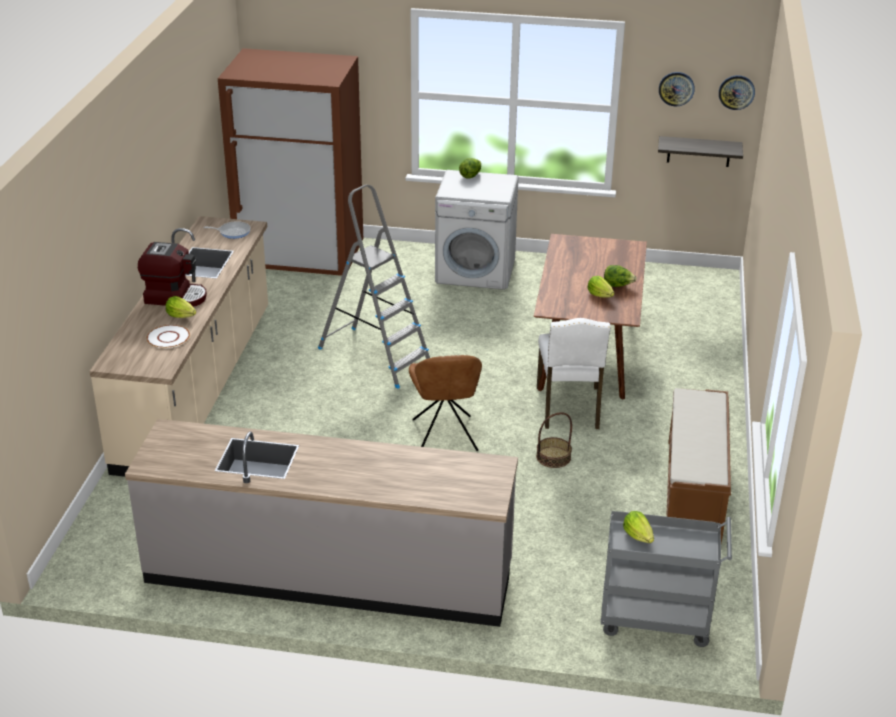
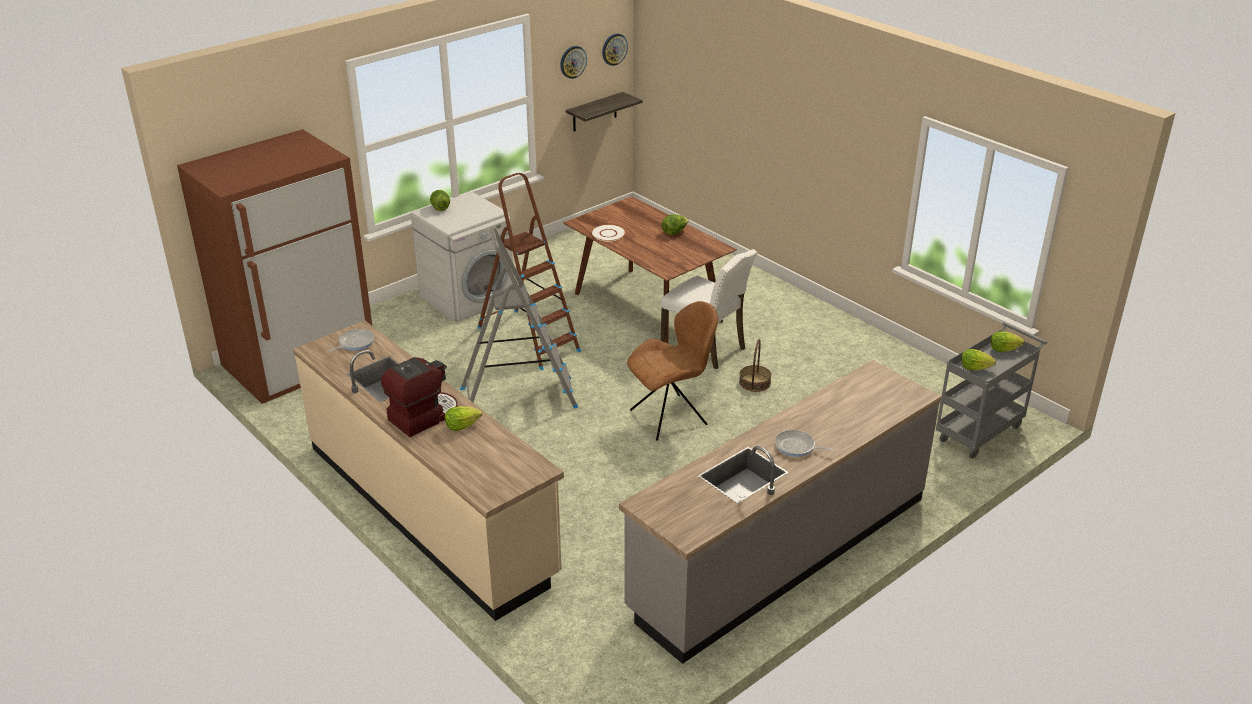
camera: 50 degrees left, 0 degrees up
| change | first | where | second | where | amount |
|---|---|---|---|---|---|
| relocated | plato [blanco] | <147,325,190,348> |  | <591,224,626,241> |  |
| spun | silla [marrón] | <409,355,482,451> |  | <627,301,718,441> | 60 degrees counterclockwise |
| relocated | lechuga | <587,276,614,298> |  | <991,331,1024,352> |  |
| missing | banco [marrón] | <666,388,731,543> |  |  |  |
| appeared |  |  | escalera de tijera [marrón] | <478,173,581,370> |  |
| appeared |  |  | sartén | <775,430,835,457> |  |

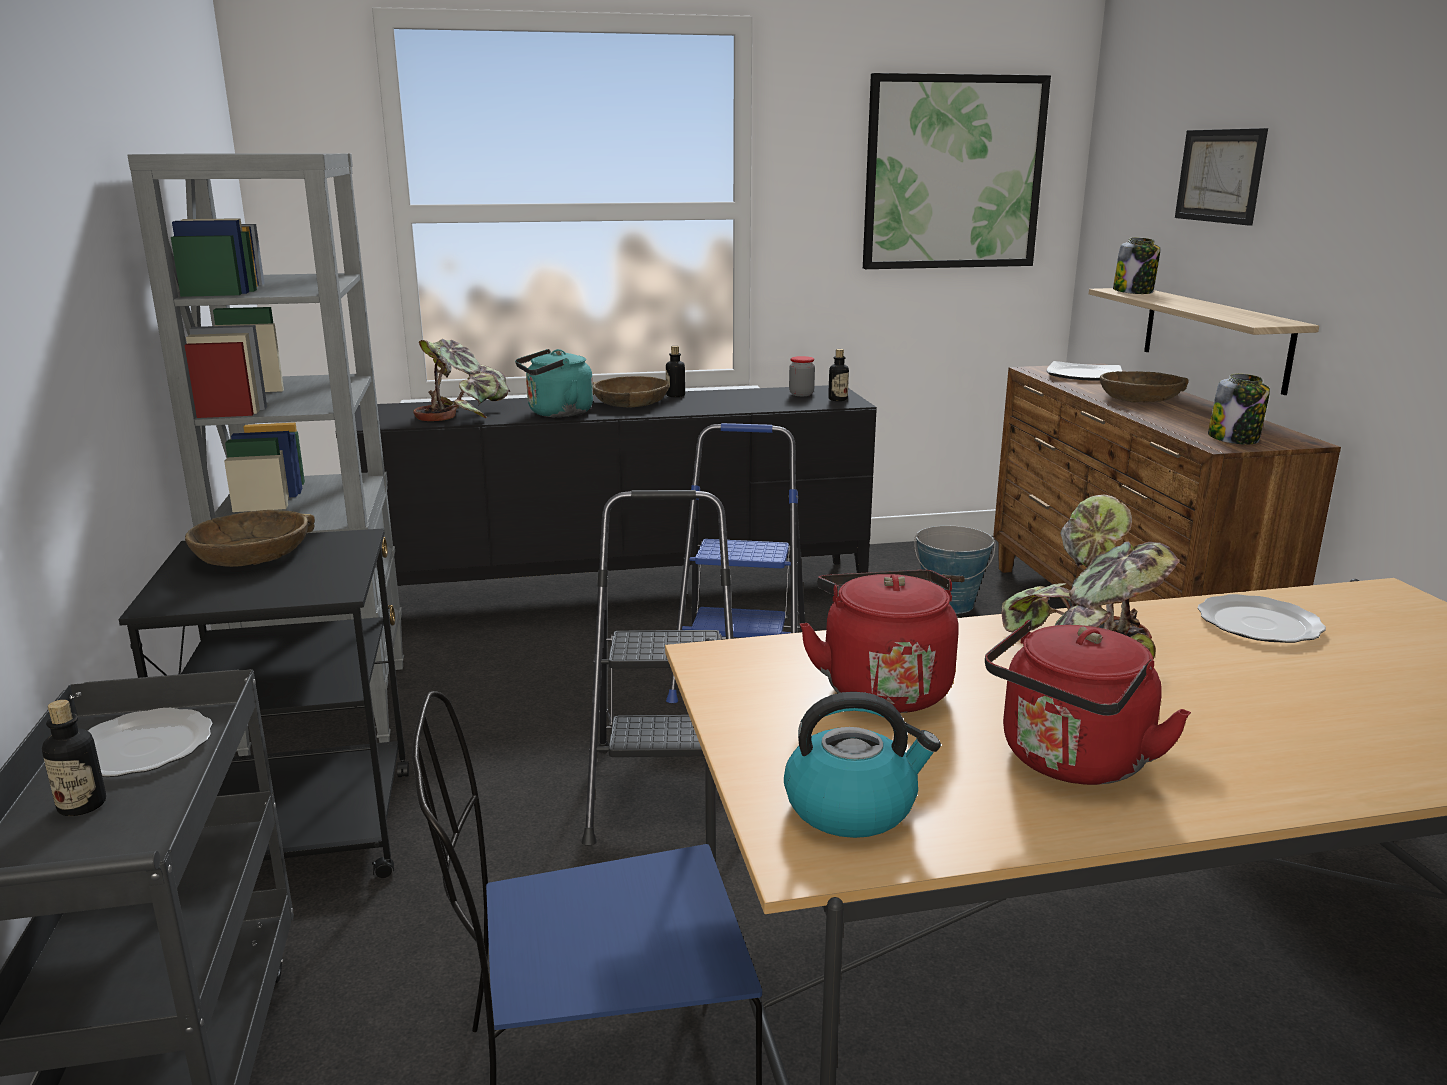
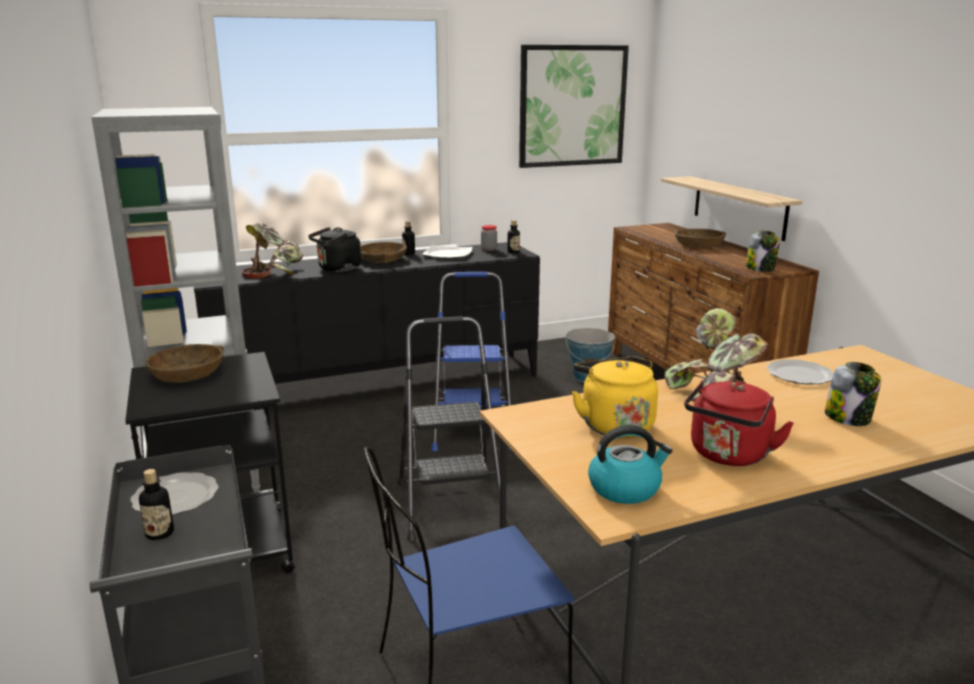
camera: 10 degrees left, 0 degrees up
| change | first | where | second | where | amount |
|---|---|---|---|---|---|
| colour | hervidor [turquesa] | <515,349,593,418> | hervidor [negro] | <308,227,361,272> |  |
| colour | hervidor [rojo] | <800,570,959,713> | hervidor [amarillo] | <572,357,658,438> |  |
| relocated | plato | <1047,361,1122,381> |  | <422,245,473,259> |  |
| relocated | tarro | <1113,238,1160,294> |  | <825,362,881,426> |  |
| missing | cuadro | <1175,128,1268,226> |  |  |  |

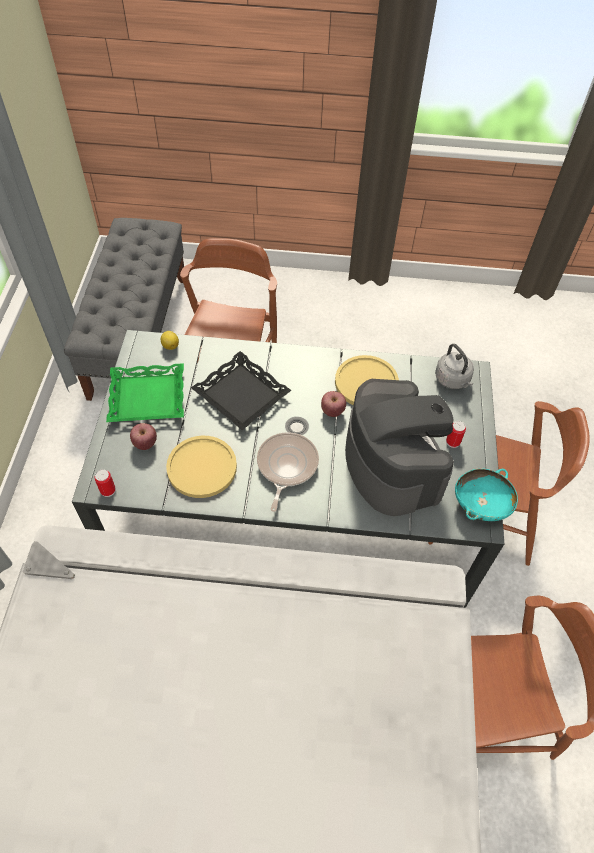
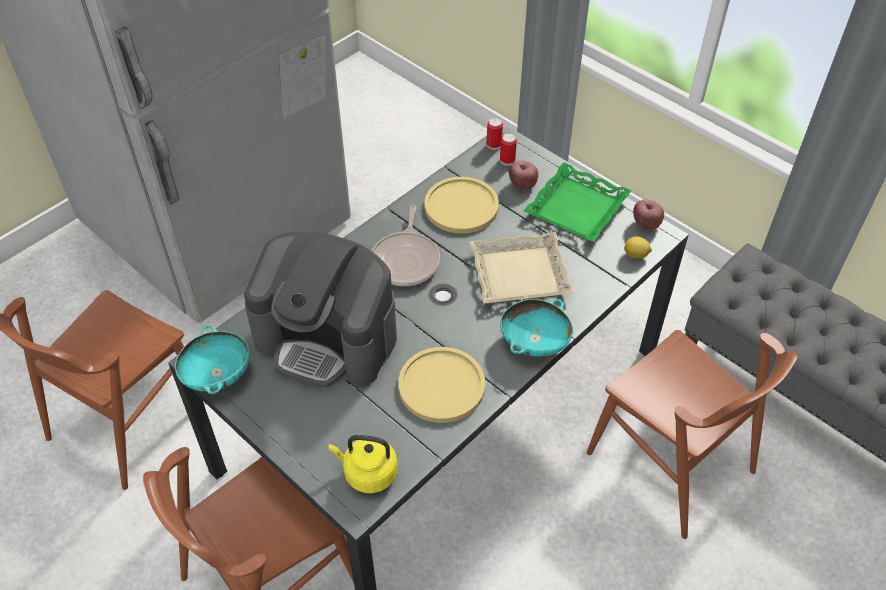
camera: 130 degrees right, 5 degrees down
| change | first | where | second | where | amount |
|---|---|---|---|---|---|
| colour | bandeja [negro] | <191,351,291,430> | bandeja [beis] | <470,232,574,304> |  |
| spun | sartén | <257,432,319,512> |  | <372,205,440,286> | 45 degrees clockwise |
| relocated | manzana | <321,391,346,417> |  | <633,199,664,230> |  |
| colour | hervidor [gris] | <435,344,474,389> | hervidor [amarillo] | <329,435,397,493> |  |
| relocated | lata | <446,421,466,448> |  | <500,133,517,166> |  |
| appeared |  |  | cuenco [turquesa] | <500,299,573,357> |  |

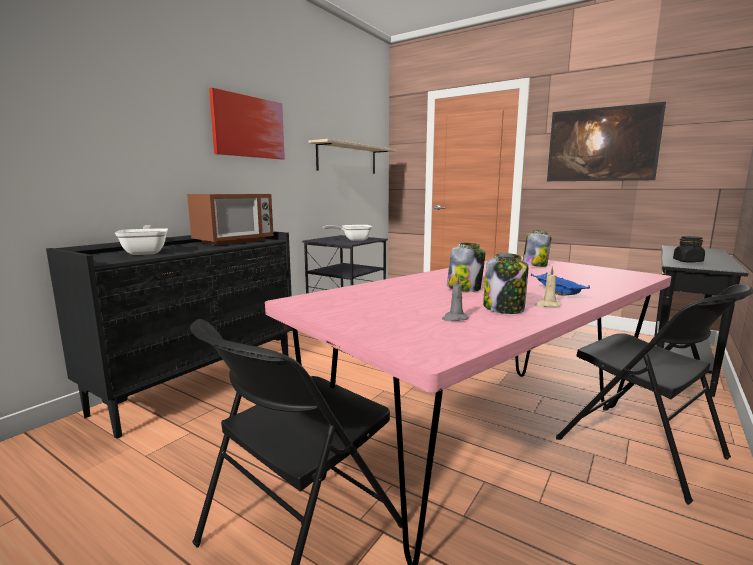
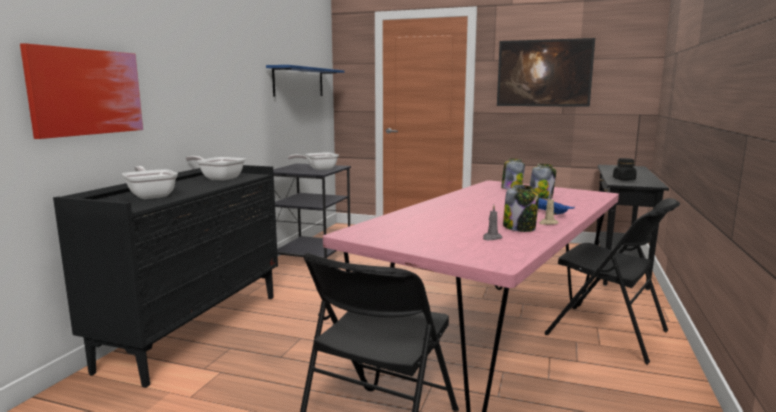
camera: 15 degrees left, 0 degrees up
| change | first | where | second | where | amount |
|---|---|---|---|---|---|
| exchanged | microondas | <187,194,273,245> | sartén | <186,156,245,181> |  |
| relocated | cuadro | <209,88,285,159> |  | <20,43,143,139> |  |
| colour | estante [beis] | <309,139,396,174> | estante [azul] | <266,65,344,96> |  |
| relocated | tarro | <447,242,485,292> |  | <530,164,556,199> |  |

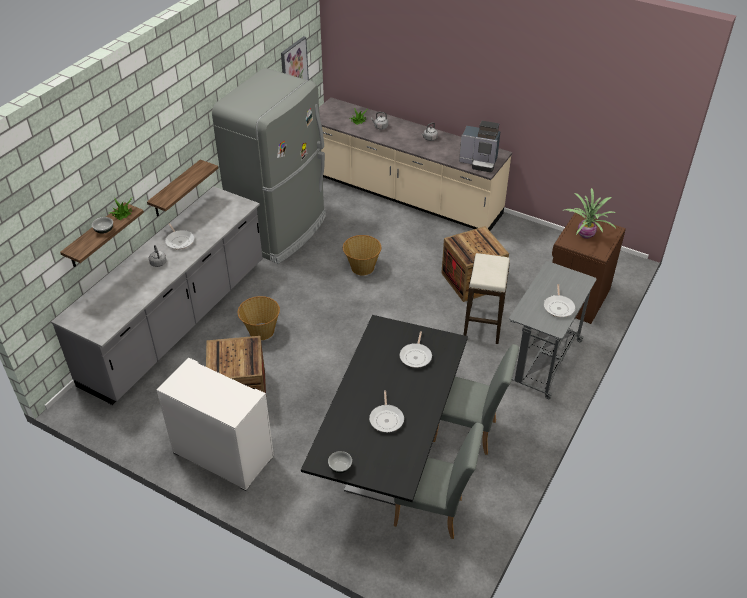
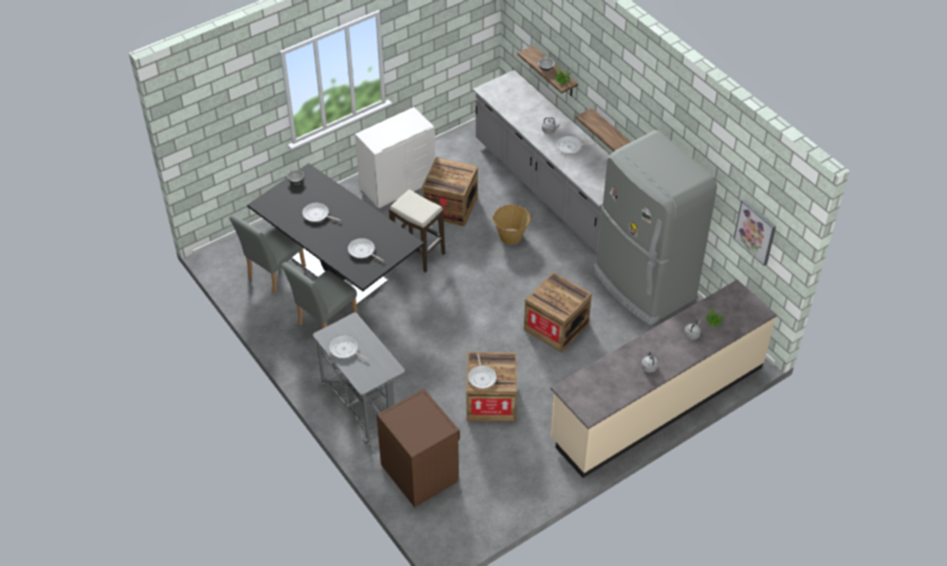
camera: 115 degrees right, 5 degrees up
| change | first | where | second | where | amount |
|---|---|---|---|---|---|
| exchanged | cesta | <343,235,381,275> | caja de embalaje | <524,272,592,352> |  |
| missing | cafetera | <459,121,501,172> |  |  |  |
| relocated | taburete | <464,253,510,344> |  | <389,190,445,273> |  |
| missing | planta en maceta | <563,188,617,239> |  |  |  |
| appeared |  |  | sartén | <468,354,497,388> |  |

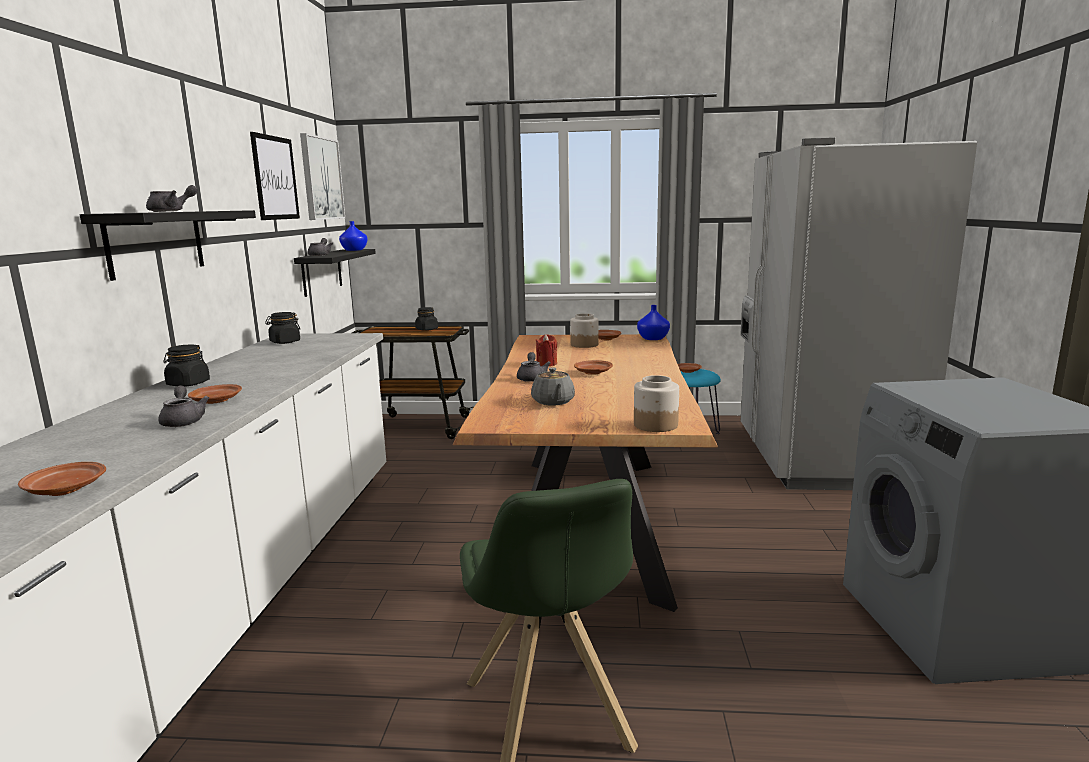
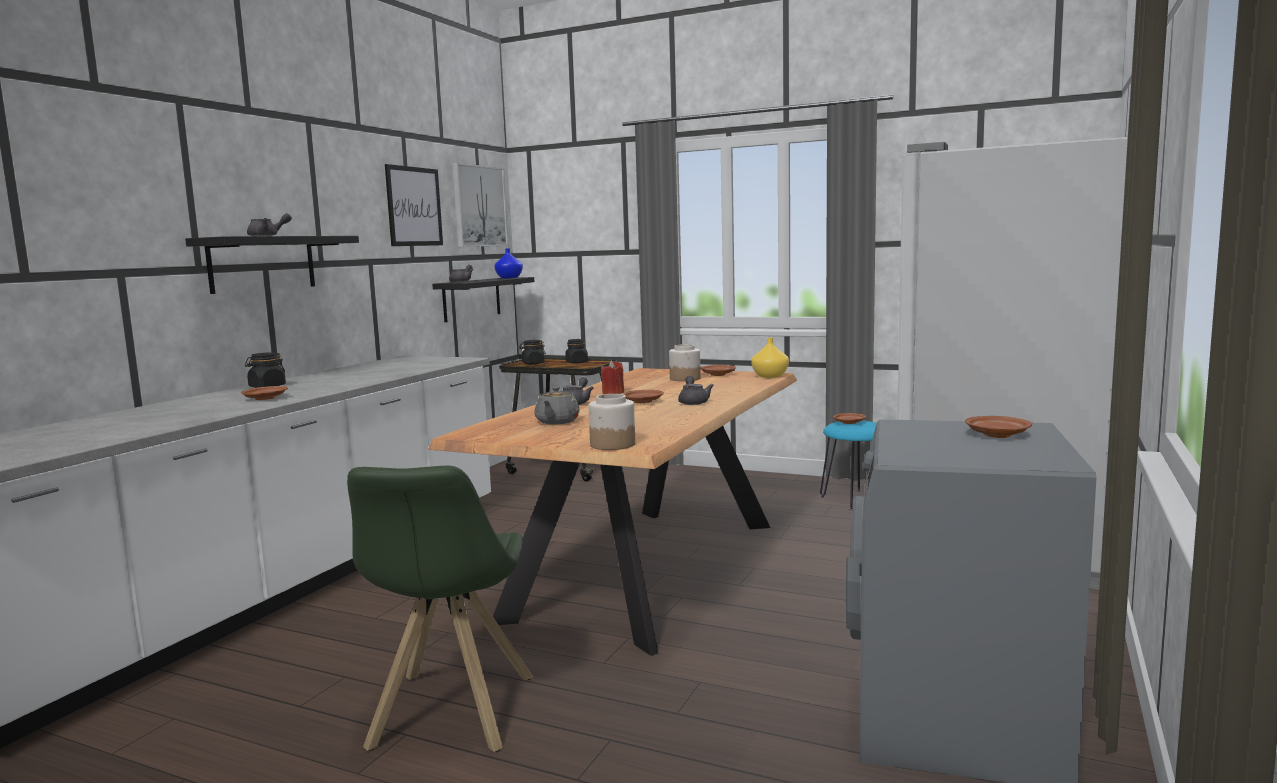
camera: 20 degrees right, 5 degrees down
| change | first | where | second | where | amount |
|---|---|---|---|---|---|
| relocated | plato [marrón] | <18,462,106,496> |  | <965,416,1032,438> |  |
| relocated | tetera [gris] | <158,386,209,427> |  | <678,376,714,405> |  |
| relocated | tarro [negro] | <265,312,300,344> |  | <519,340,546,365> |  |
| colour | florero [azul] | <637,305,670,340> | florero [amarillo] | <751,338,789,378> |  |

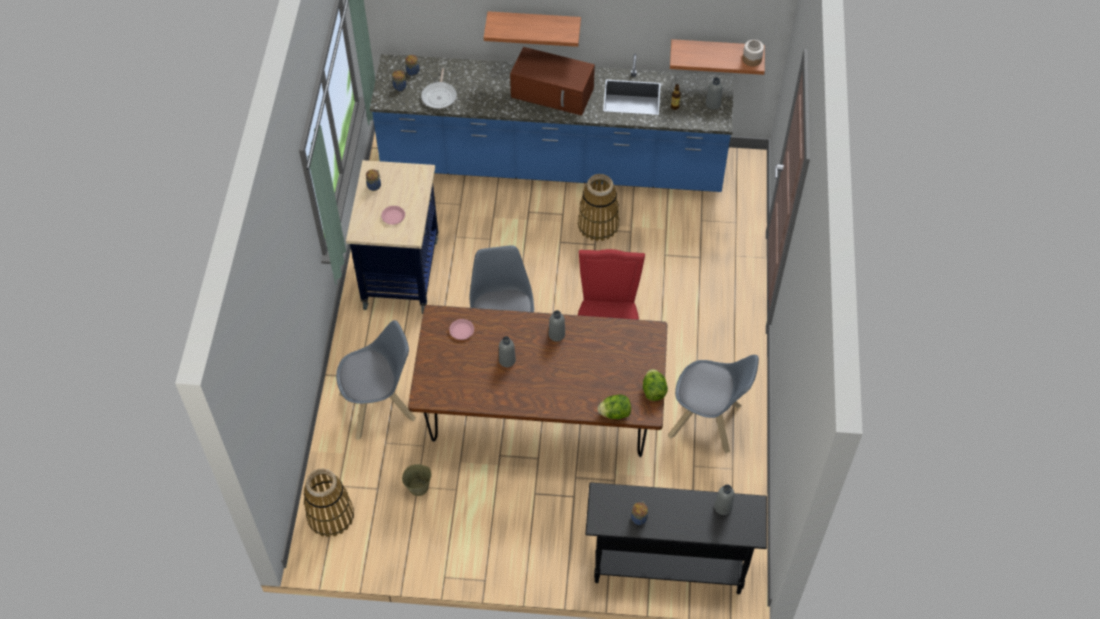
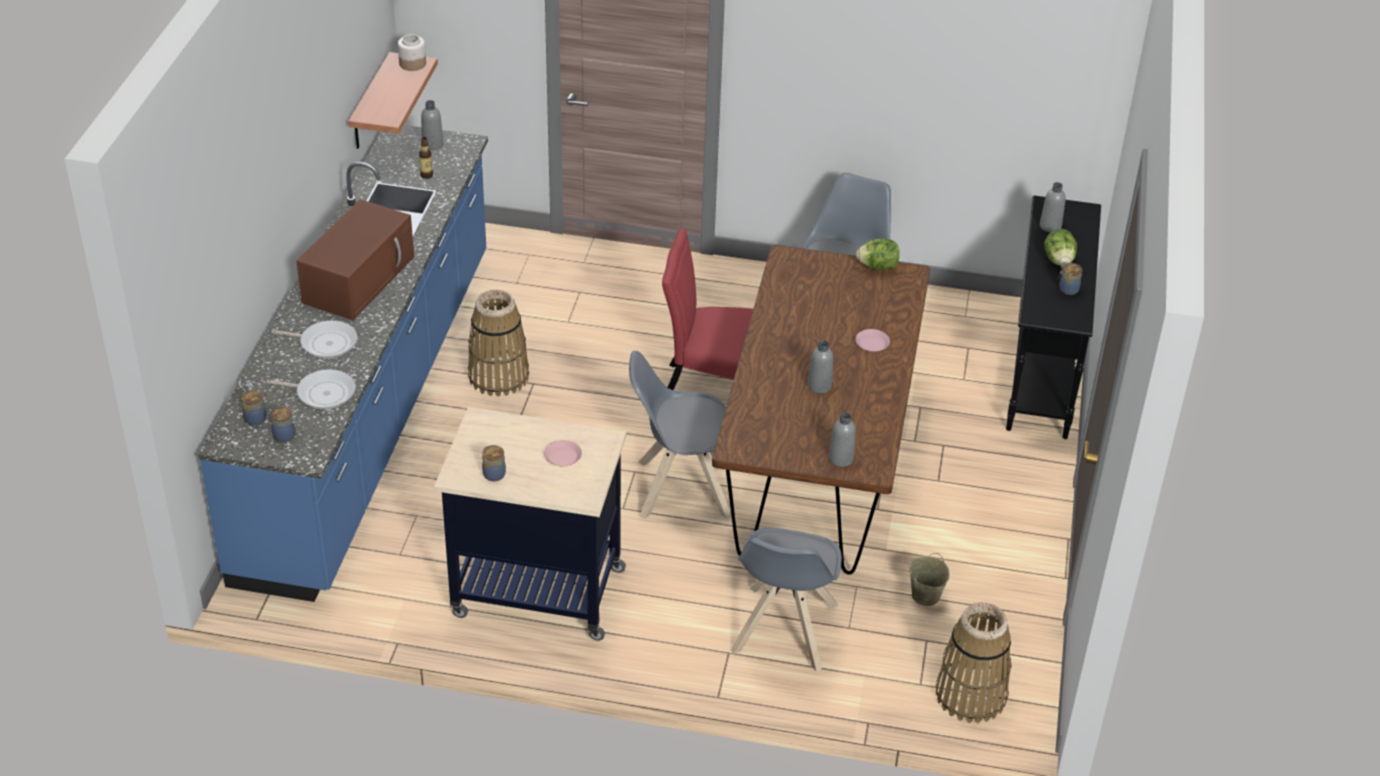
camera: 85 degrees left, 15 degrees down
| change | first | where | second | where | amount |
|---|---|---|---|---|---|
| spun | silla [gris] | <336,320,416,440> |  | <731,528,842,672> | 150 degrees counterclockwise |
| relocated | plato [rosa] | <449,319,474,340> |  | <855,329,890,352> |  |
| missing | estante | <484,11,581,47> |  |  |  |
| relocated | botella [gris] | <549,310,565,341> |  | <829,412,856,467> |  |
| relocated | lechuga | <598,394,631,420> |  | <1044,229,1077,267> |  |
| appeared |  |  | sartén | <271,320,358,358> |  |

